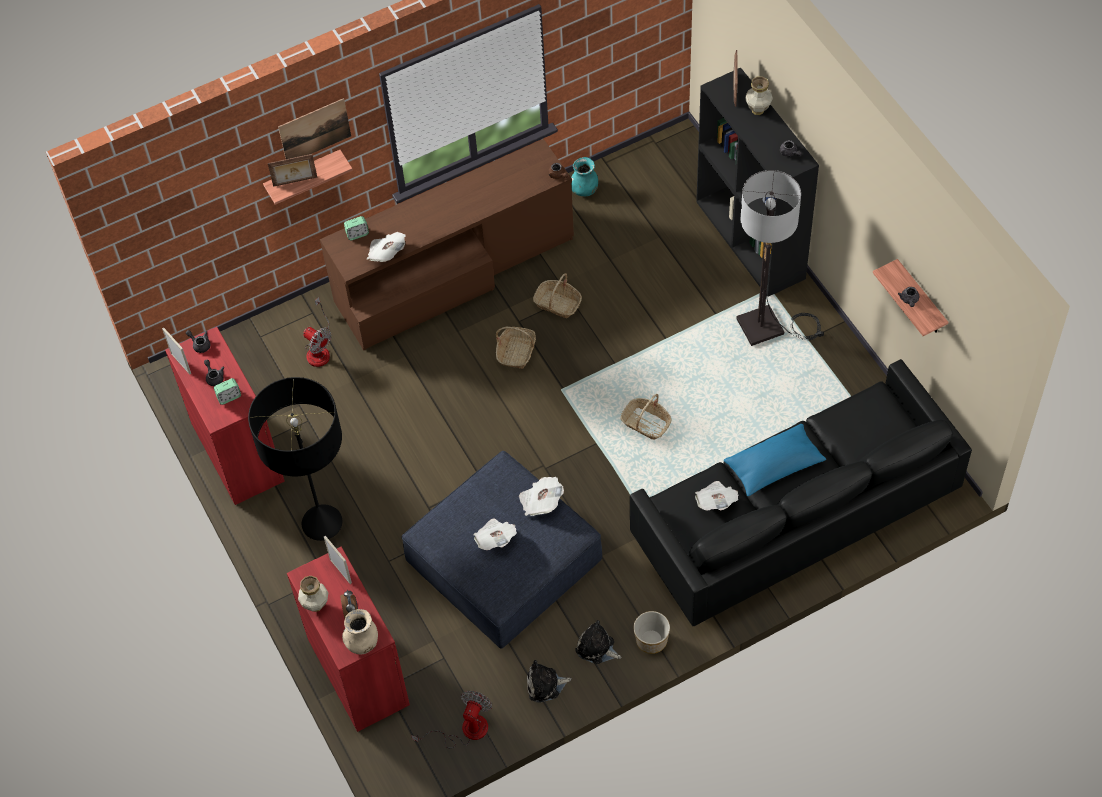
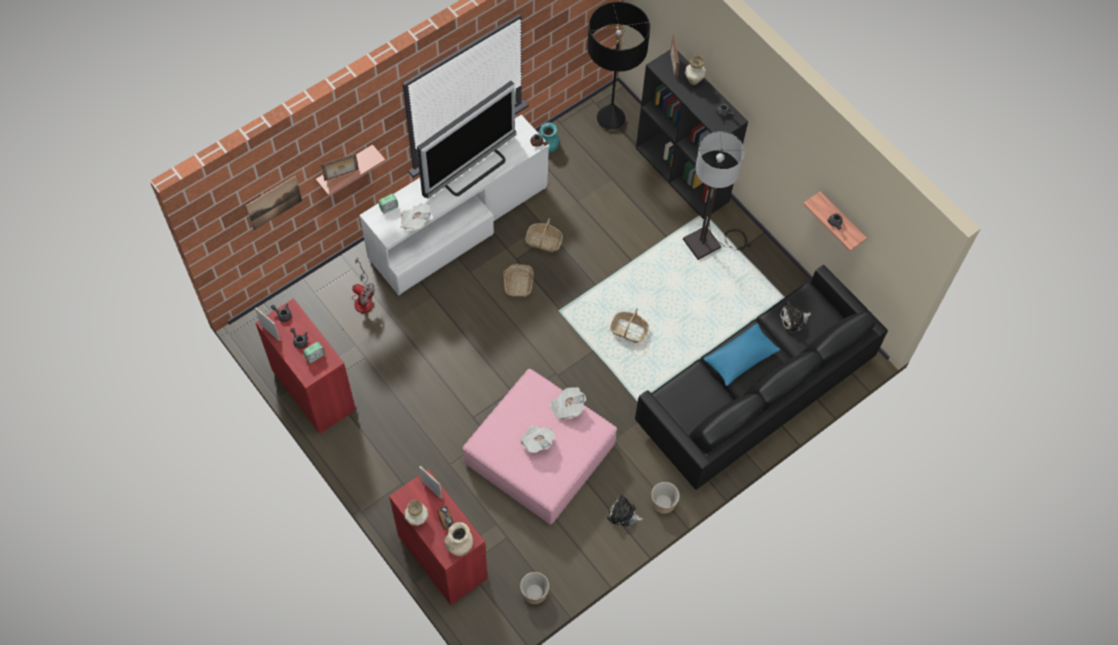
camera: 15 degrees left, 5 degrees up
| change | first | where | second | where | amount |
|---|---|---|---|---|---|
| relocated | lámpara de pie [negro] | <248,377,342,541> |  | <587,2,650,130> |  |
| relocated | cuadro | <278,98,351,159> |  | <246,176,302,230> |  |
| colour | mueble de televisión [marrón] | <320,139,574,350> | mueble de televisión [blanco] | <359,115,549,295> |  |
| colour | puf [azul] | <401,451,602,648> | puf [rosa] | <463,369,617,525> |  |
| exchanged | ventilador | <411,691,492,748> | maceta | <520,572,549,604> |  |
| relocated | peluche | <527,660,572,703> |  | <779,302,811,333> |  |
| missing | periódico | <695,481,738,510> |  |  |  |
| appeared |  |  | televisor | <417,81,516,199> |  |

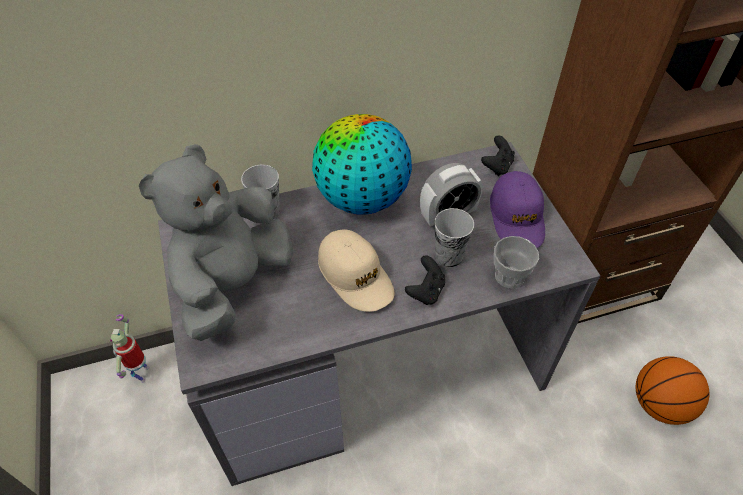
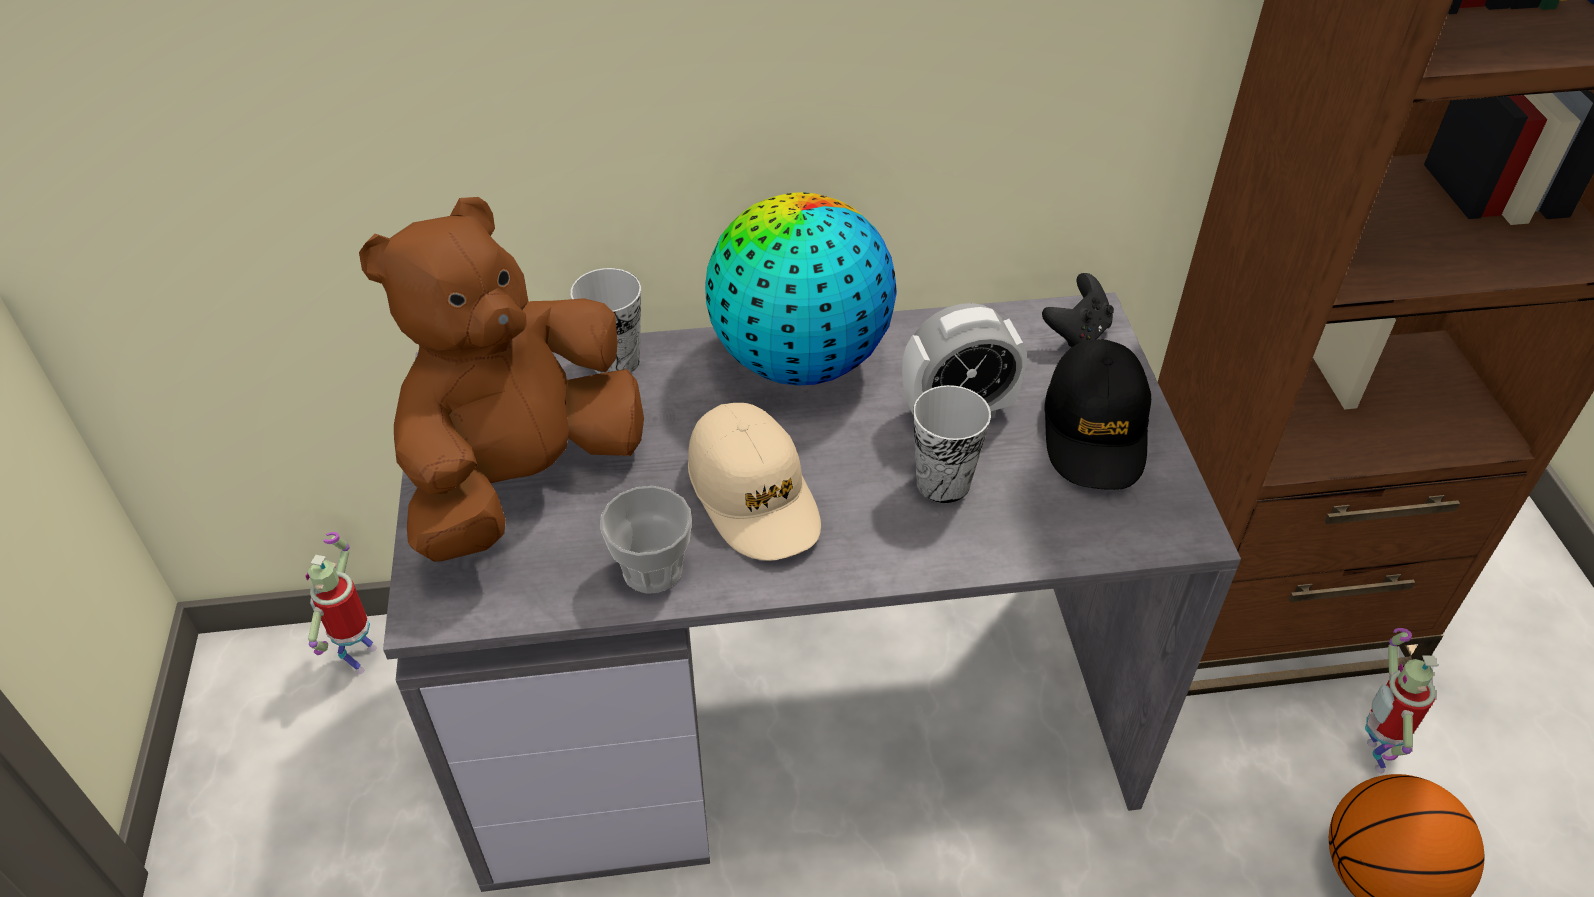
camera: 10 degrees right, 5 degrees down
| change | first | where | second | where | amount |
|---|---|---|---|---|---|
| colour | peluche [gris] | <139,144,293,341> | peluche [marrón] | <359,197,644,562> |  |
| missing | mando de consola [negro] | <405,255,445,305> |  |  |  |
| colour | gorra [morado] | <490,171,545,248> | gorra [negro] | <1044,339,1151,490> |  |
| relocated | taza | <494,236,539,289> |  | <600,486,692,594> |  |
| appeared |  |  | robot de juguete | <1365,628,1438,773> |  |

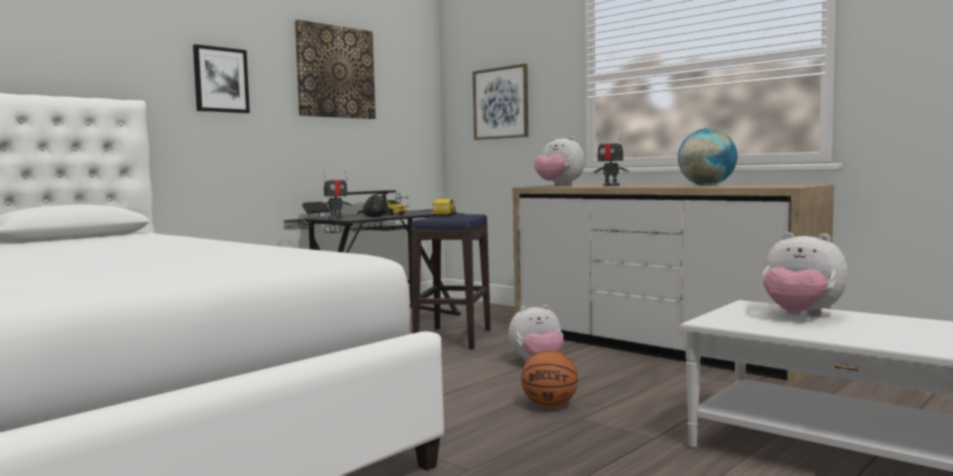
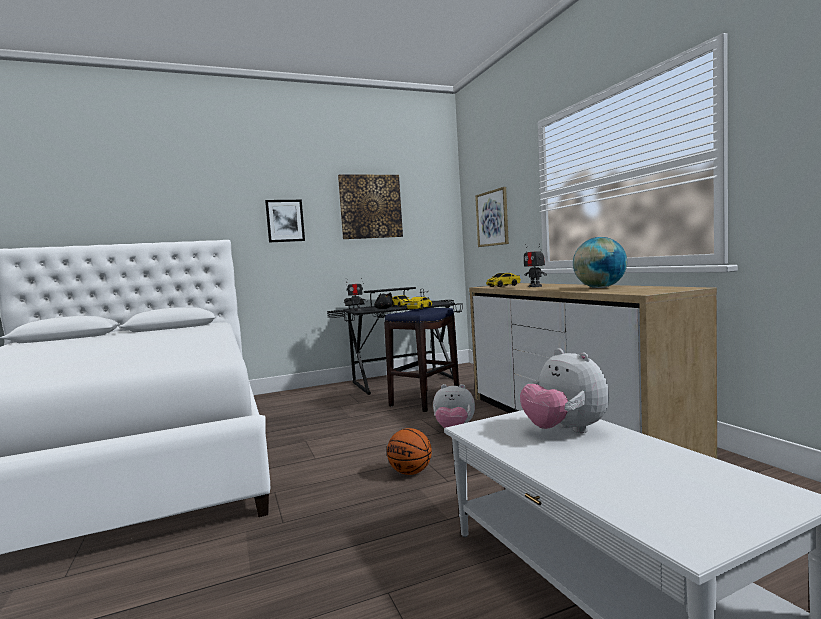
camera: 25 degrees right, 0 degrees up
| change | first | where | second | where | amount |
|---|---|---|---|---|---|
| exchanged | peluche | <534,136,585,186> | coche de juguete | <486,273,521,287> |  |

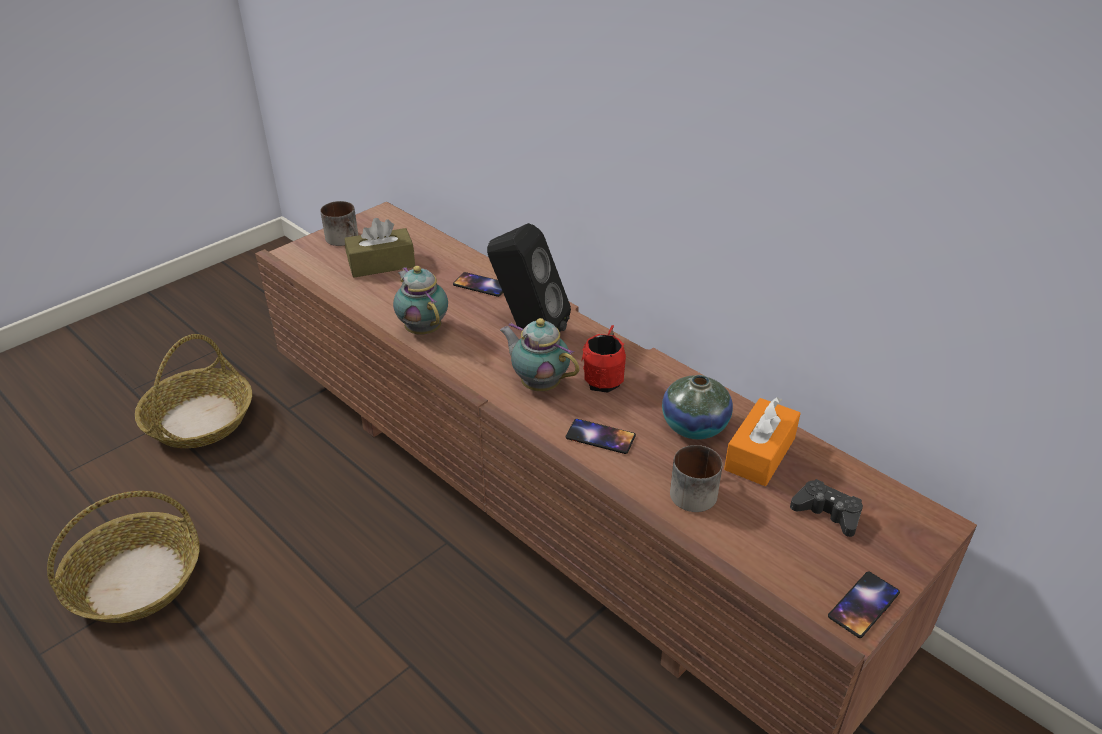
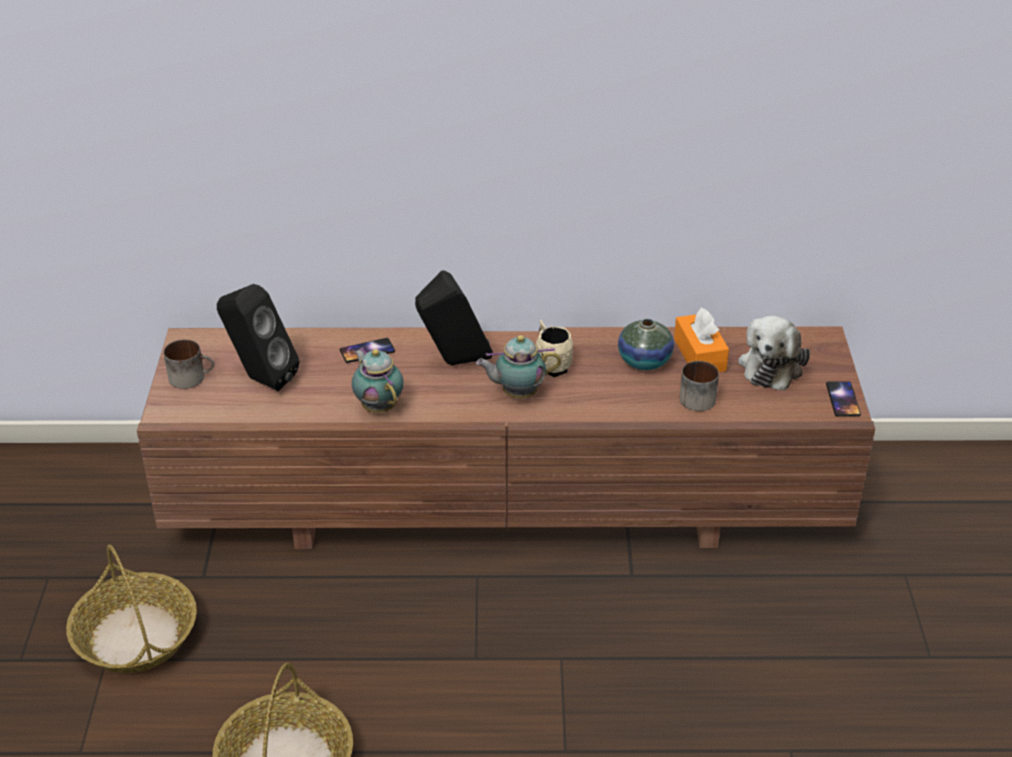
camera: 45 degrees left, 0 degrees up
| change | first | where | second | where | amount |
|---|---|---|---|---|---|
| exchanged | caja de pañuelos [marrón] | <344,218,415,277> | altavoz [negro] | <217,284,299,391> |  |
| spun | tetera | <393,266,448,335> |  | <352,347,404,413> | 45 degrees clockwise |
| missing | móvil | <565,419,636,454> |  |  |  |
| colour | taza grande [rojo] | <581,325,626,393> | taza grande [beis] | <536,320,573,377> |  |
| exchanged | mando de consola [negro] | <790,479,863,537> | peluche | <738,316,810,391> |  |

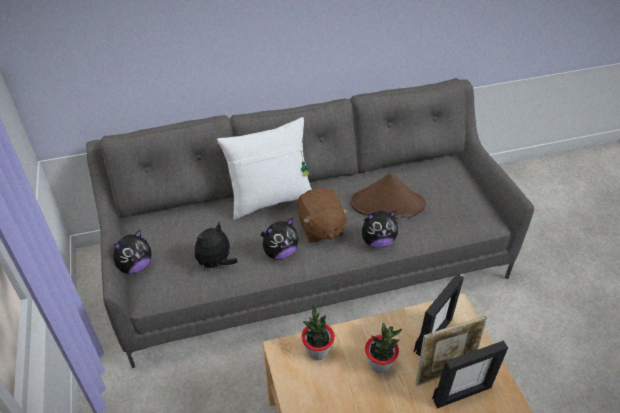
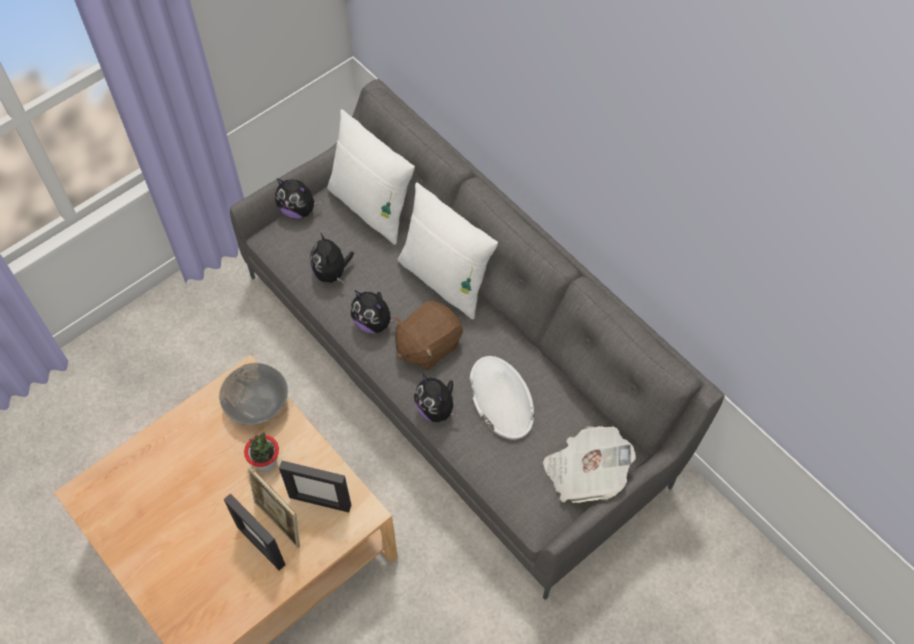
camera: 65 degrees right, 15 degrees up
| change | first | where | second | where | amount |
|---|---|---|---|---|---|
| spun | peluche | <195,222,238,272> |  | <310,232,354,283> | 120 degrees counterclockwise |
| exchanged | planta en maceta | <302,303,335,360> | cuenco [gris] | <219,363,288,425> |  |
| colour | sombrero [marrón] | <350,173,426,219> | sombrero [blanco] | <470,356,534,440> |  |
| appeared |  |  | cojín [blanco] | <327,109,415,245> |  |
| appeared |  |  | periódico | <543,426,636,503> |  |

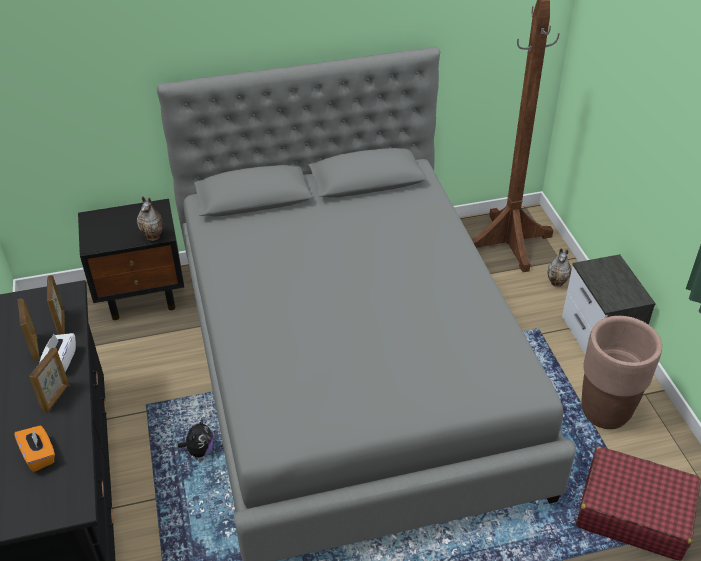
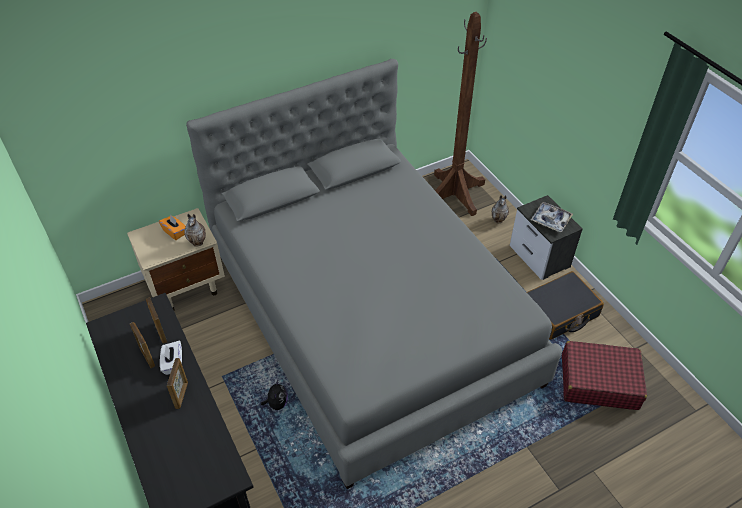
camera: 15 degrees left, 5 degrees up
| change | first | where | second | where | amount |
|---|---|---|---|---|---|
| relocated | caja de pañuelos [naranja] | <14,426,55,472> |  | <159,214,186,240> |  |
| colour | mesita de noche [negro] | <78,199,184,320> | mesita de noche [beis] | <127,208,225,310> |  |
| exchanged | maceta [marrón] | <581,316,662,429> | maleta [negro] | <527,271,604,340> |  |
| appeared |  |  | bandeja | <531,202,573,232> |  |

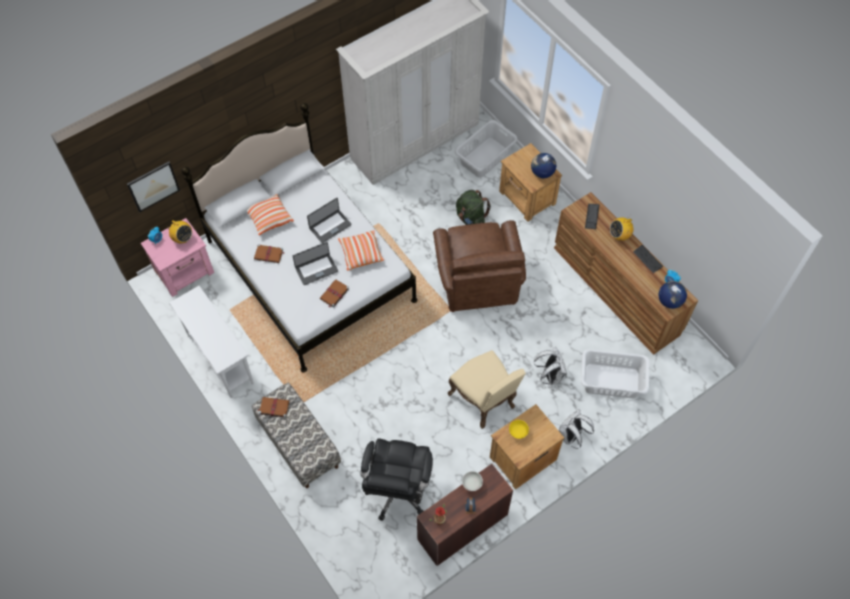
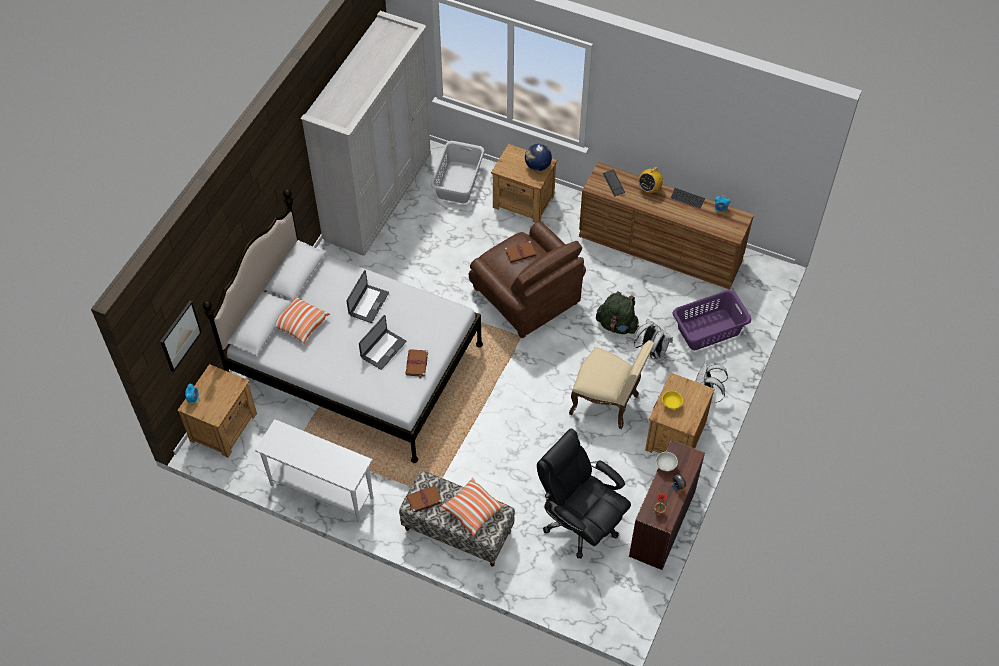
camera: 30 degrees left, 5 degrees down
| change | first | where | second | where | amount |
|---|---|---|---|---|---|
| colour | mesita de noche [rosa] | <141,218,214,297> | mesita de noche [marrón] | <177,364,257,457> |  |
| missing | radio | <166,220,192,243> |  |  |  |
| relocated | libro [marrón] | <254,244,285,263> |  | <505,241,536,263> |  |
| relocated | cojín | <338,230,384,271> |  | <441,478,505,536> |  |
| spun | silla de oficina [negro] | <361,438,433,521> |  | <537,429,631,558> | 150 degrees clockwise |
| relocated | mochila [verde] | <456,190,491,225> |  | <596,291,639,334> |  |
| colour | cesto de la ropa [blanco] | <581,349,649,398> | cesto de la ropa [morado] | <672,290,751,350> |  |
| missing | globo terráqueo | <658,281,687,309> |  |  |  |

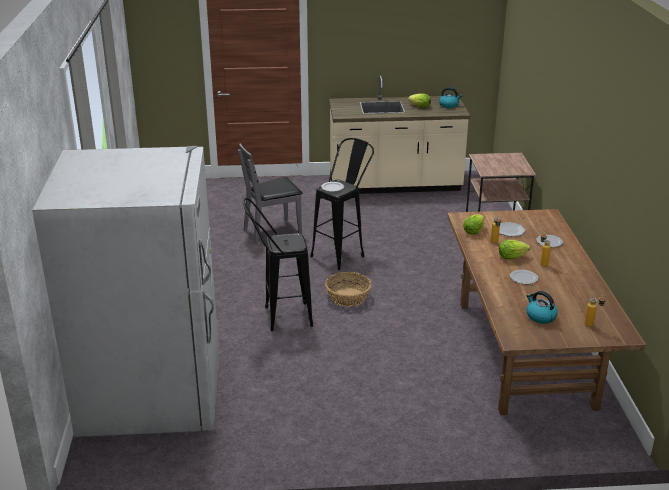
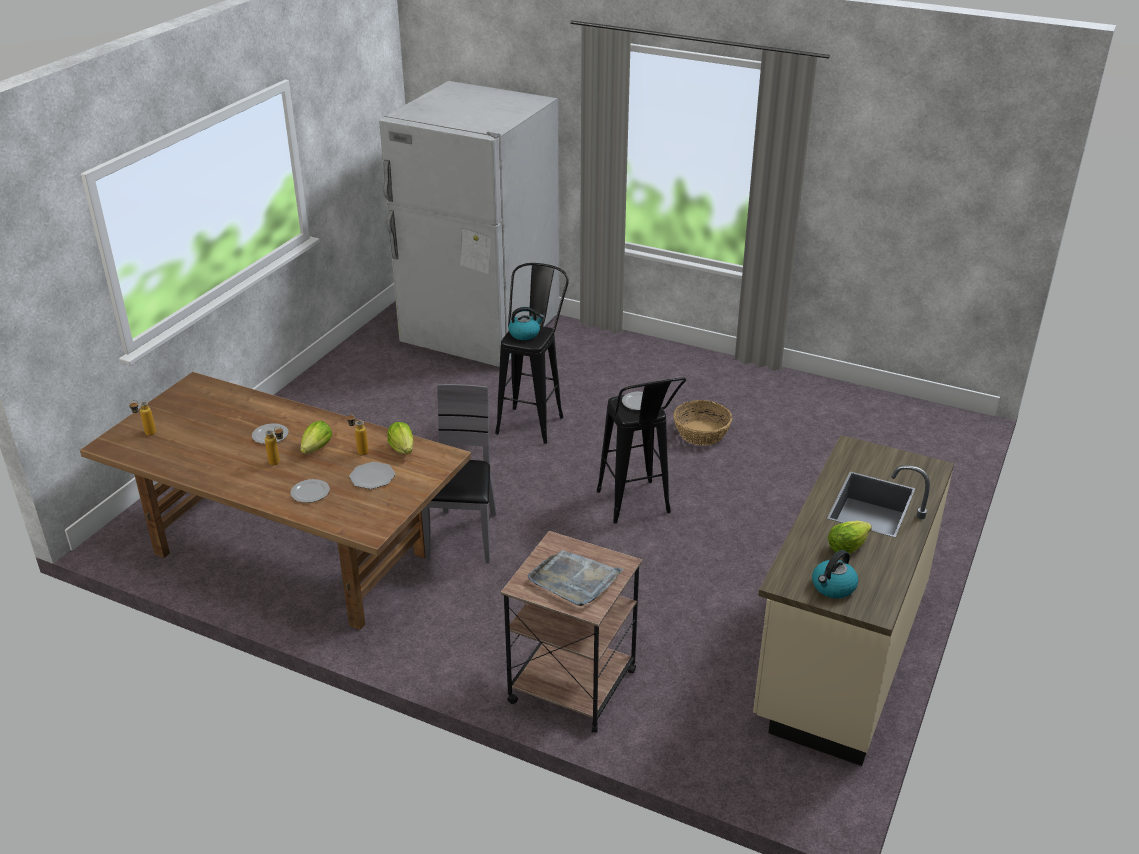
camera: 120 degrees right, 5 degrees up
| change | first | where | second | where | amount |
|---|---|---|---|---|---|
| relocated | silla [gris] | <238,143,303,244> |  | <422,384,497,563> |  |
| relocated | cesta | <325,272,371,307> |  | <673,400,732,445> |  |
| relocated | hervidor | <527,291,558,324> |  | <508,307,544,340> |  |
| appeared |  |  | bandeja [gris] | <527,550,624,606> |  |

